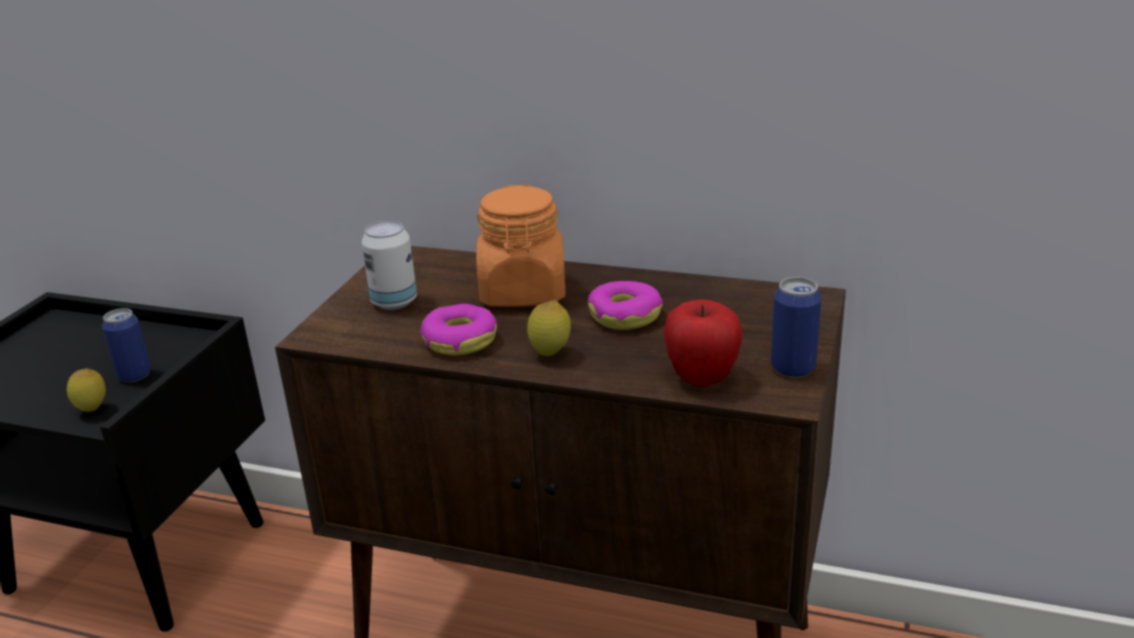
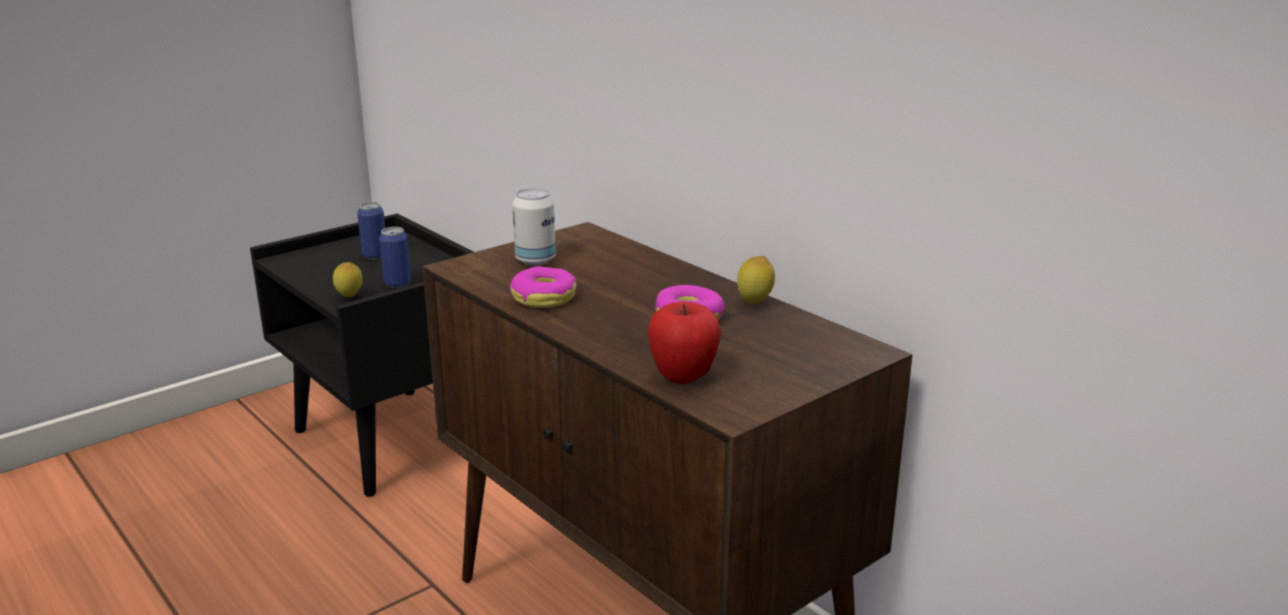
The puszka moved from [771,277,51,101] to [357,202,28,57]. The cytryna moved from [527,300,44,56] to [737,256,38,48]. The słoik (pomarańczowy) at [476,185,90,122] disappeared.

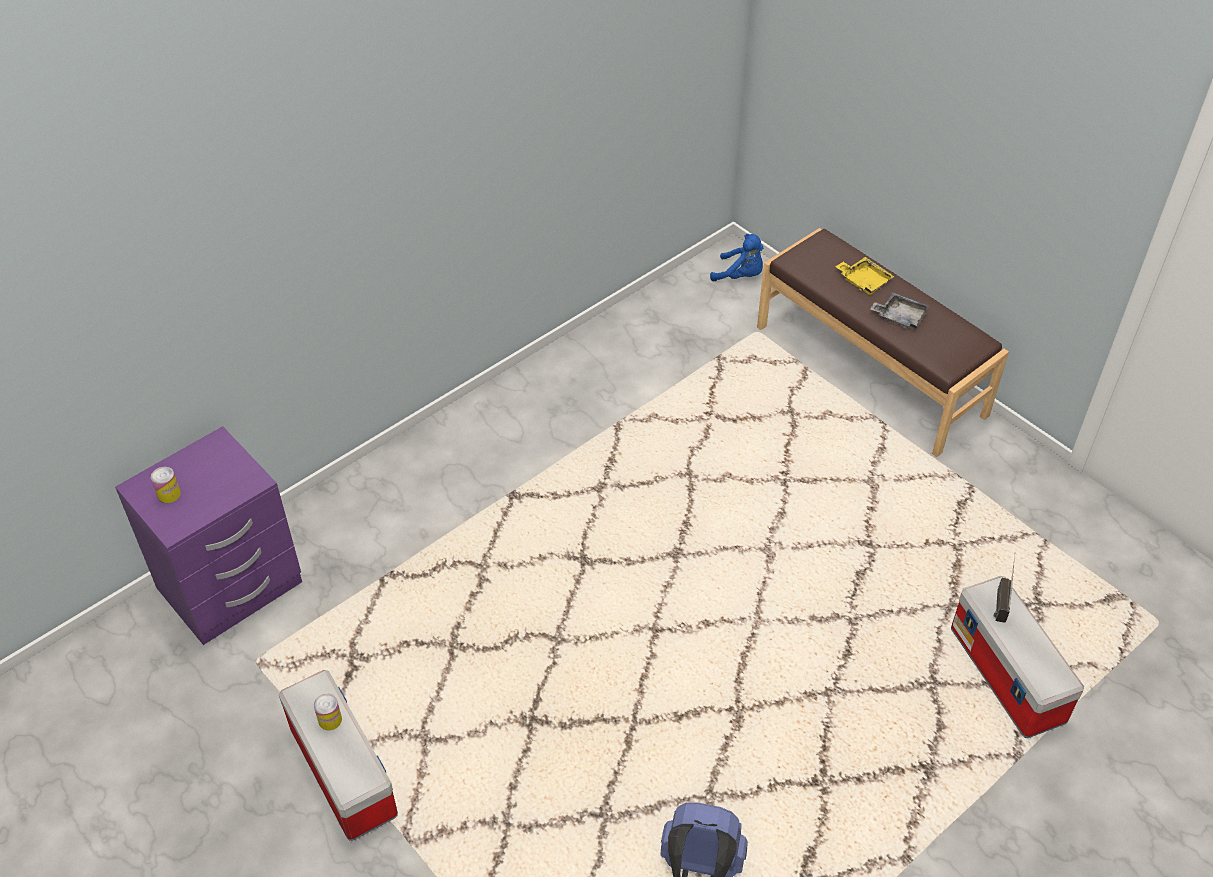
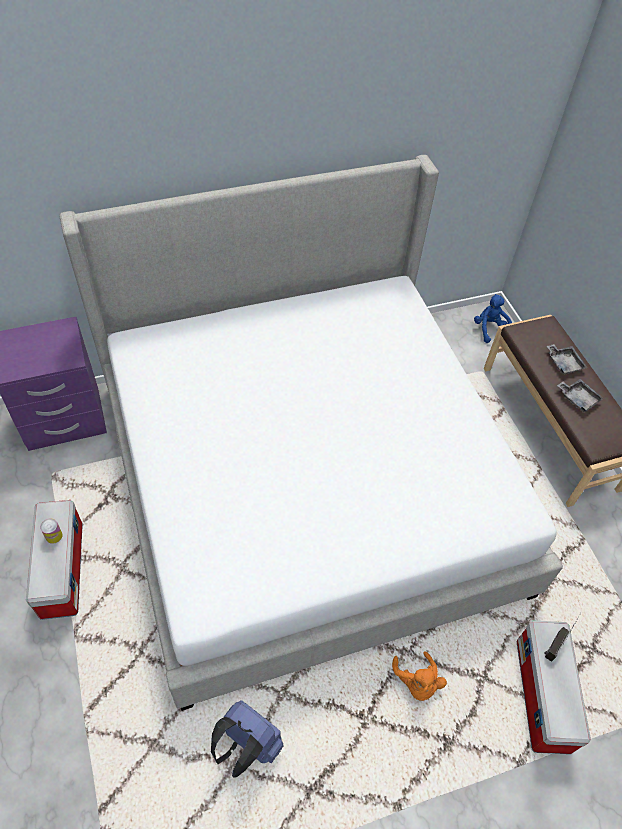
The łóżko at [59,155,504,556] appeared. The pluszak (pomarańczowy) at [392,651,55,50] appeared. The pluszak (niebieski) at [710,234,54,47] turned 150 degrees counterclockwise. The taca (żółty) at [835,257,59,38] became the taca (szary) at [547,344,40,31]. The puszka at [151,467,30,36] disappeared.

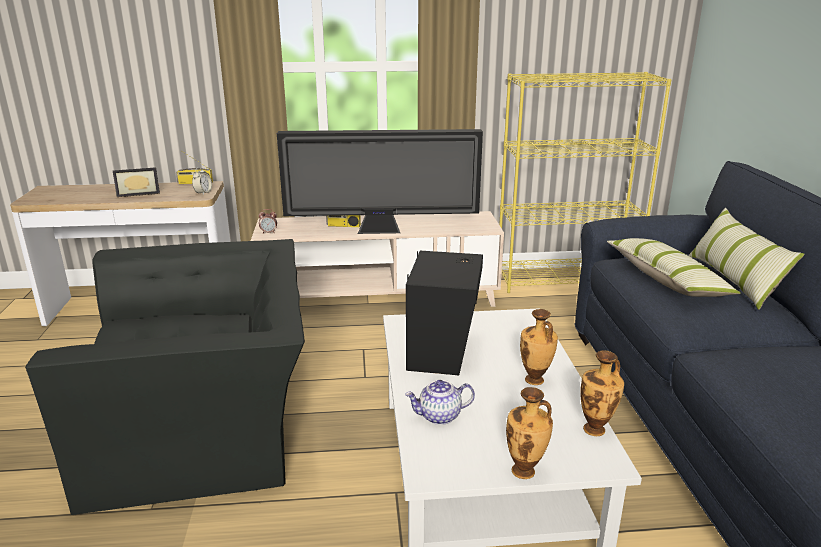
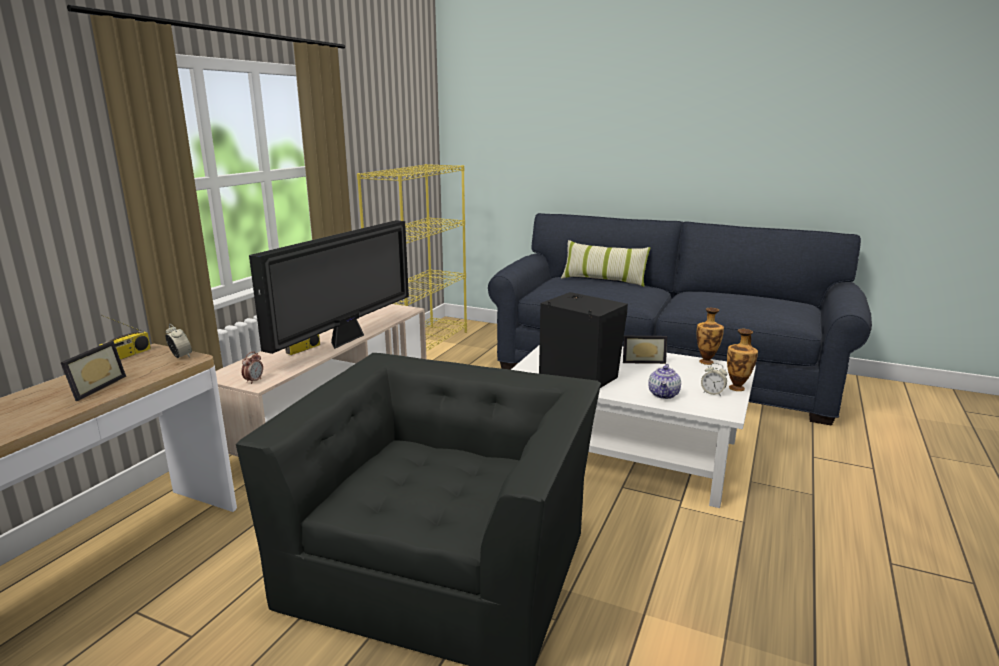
The wazon at [520,309,38,76] was replaced by the ramka na zdjęcie at [623,336,44,28]. The budzik at [701,363,26,33] appeared. The poduszka at [607,238,134,59] disappeared.

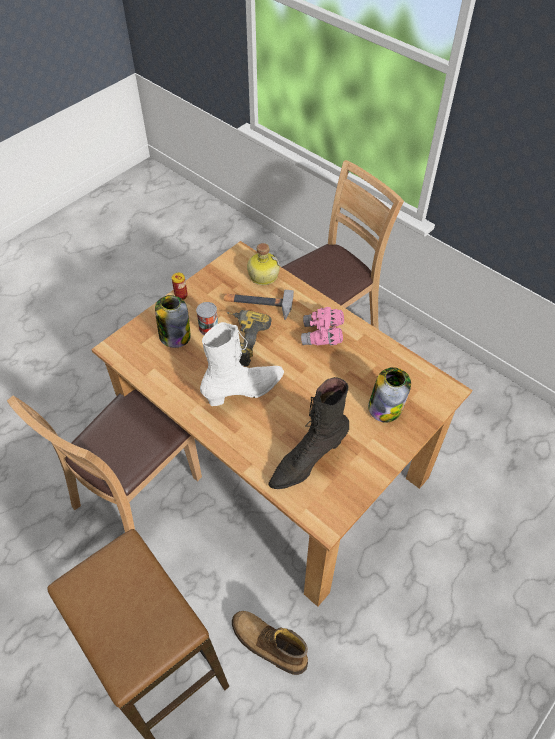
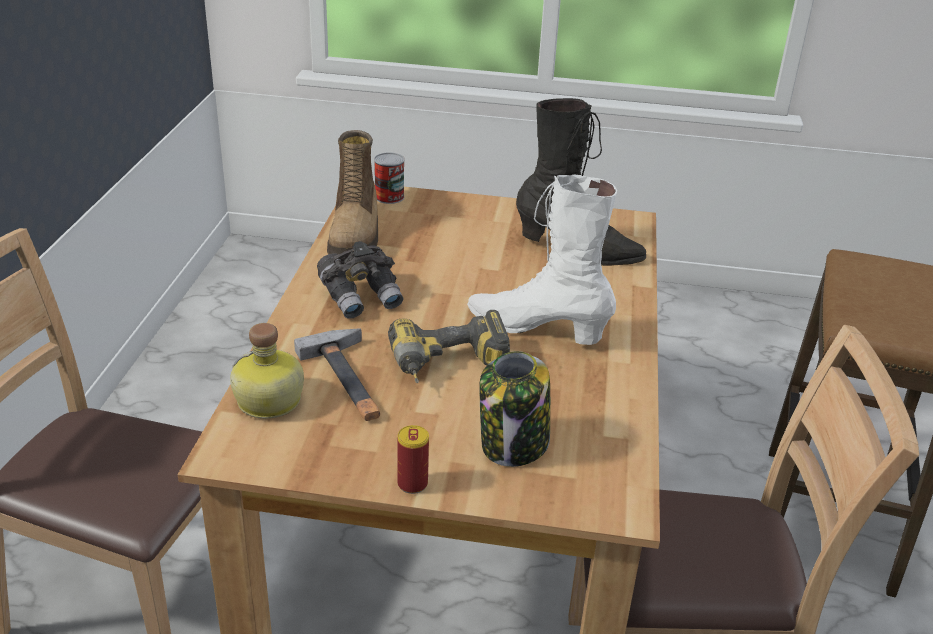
The lornetka (różowy) at [301,307,43,38] became the lornetka (szary) at [317,241,86,78]. The but z cholewką moved from [232,611,76,64] to [327,130,51,124]. The puszka moved from [196,302,22,33] to [374,152,31,52]. The słoik at [368,367,43,55] disappeared.

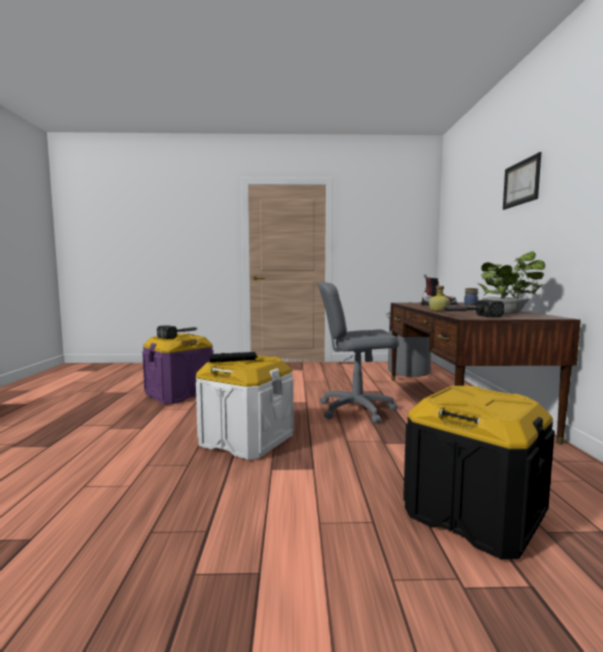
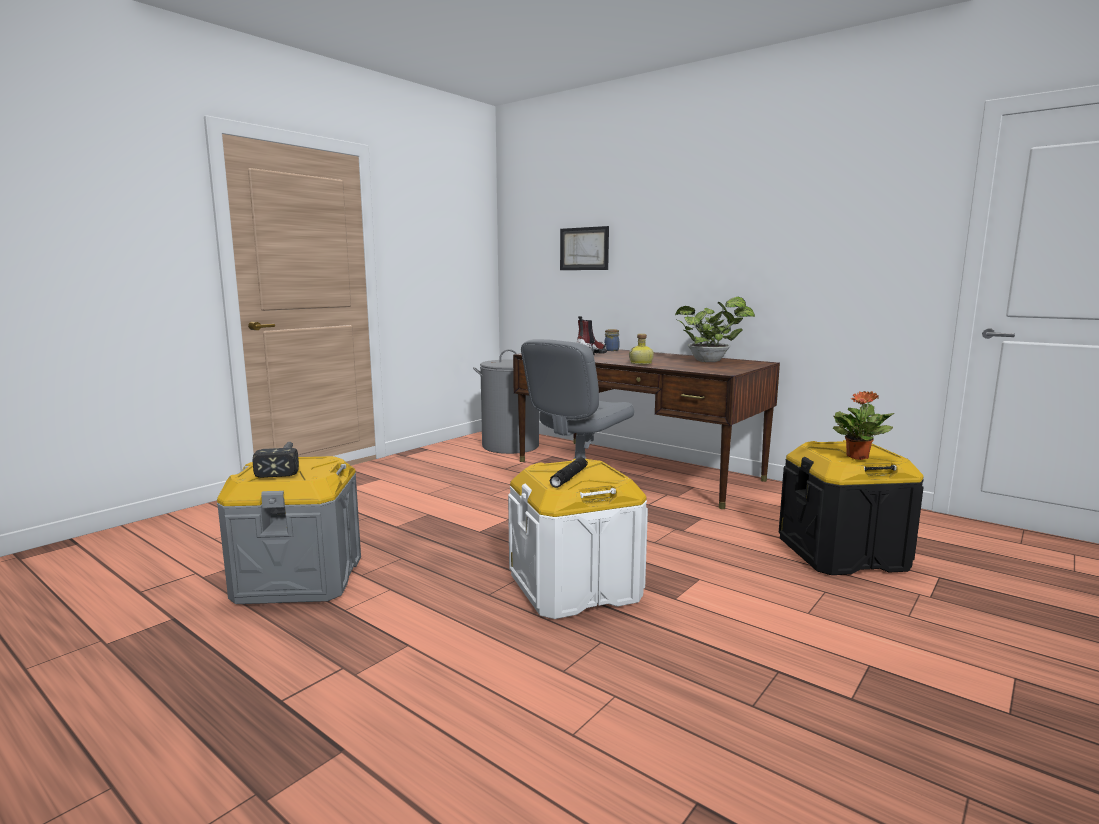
The pojemnik do przechowywania (fioletowy) at [142,334,72,70] became the pojemnik do przechowywania (szary) at [217,456,144,148]. The obraz moved from [503,152,38,58] to [560,226,49,44]. The roślina doniczkowa at [833,391,61,69] appeared. The młotek at [441,300,63,17] disappeared.

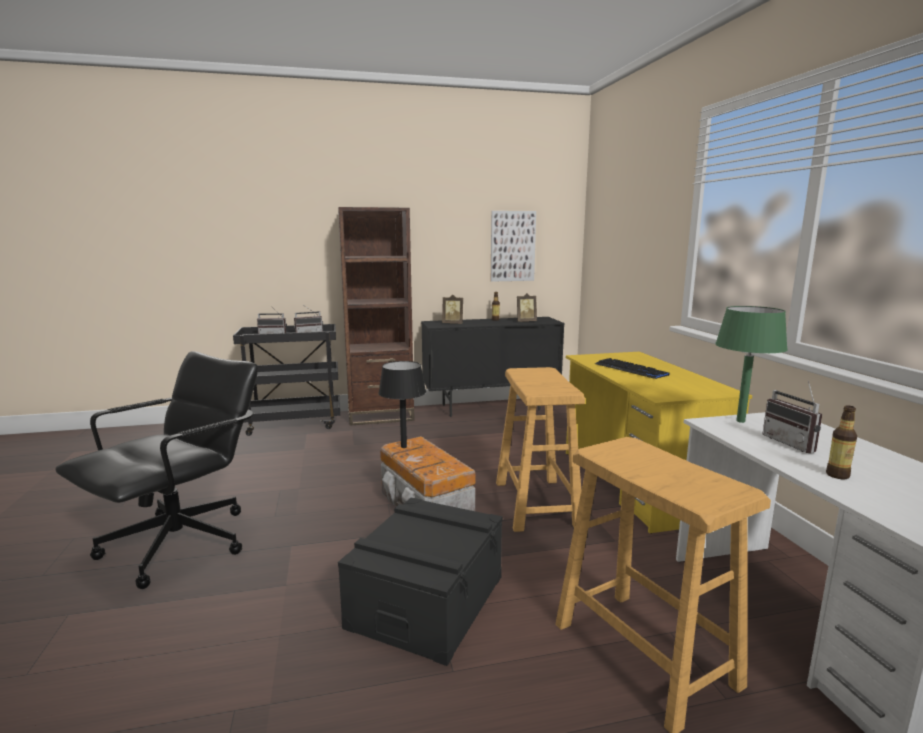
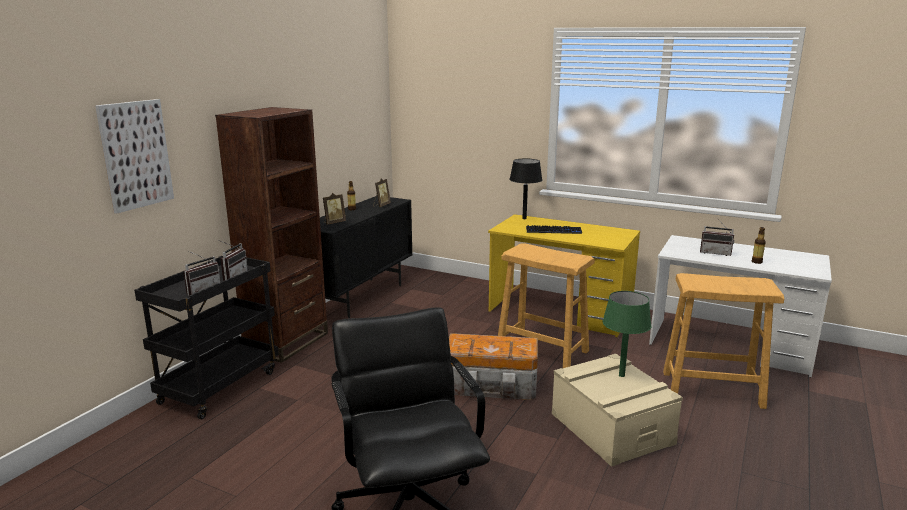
The obraz moved from [491,211,45,71] to [95,99,79,115]. The lampa stołowa (czarny) moved from [378,361,48,87] to [510,159,32,60]. The pojemnik do przechowywania (czarny) at [338,498,165,168] became the pojemnik do przechowywania (beżowy) at [552,354,131,113]. The lampa stołowa (zielony) moved from [715,306,73,117] to [602,291,50,86].

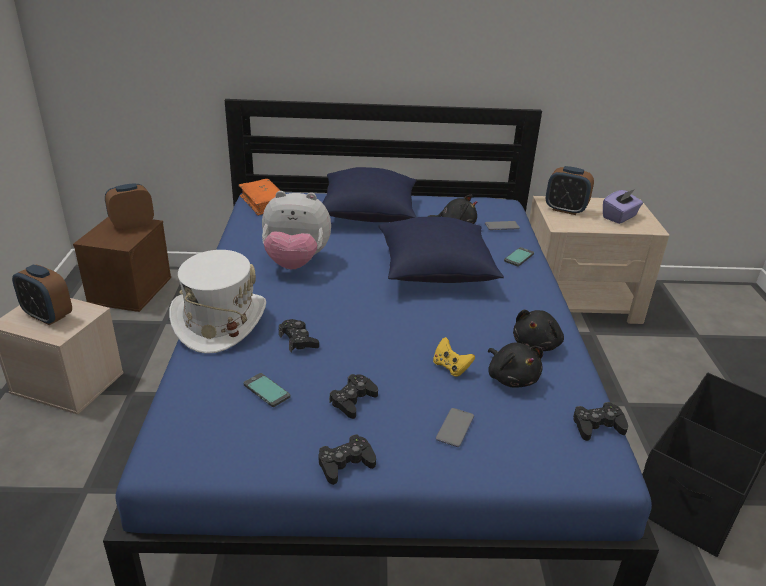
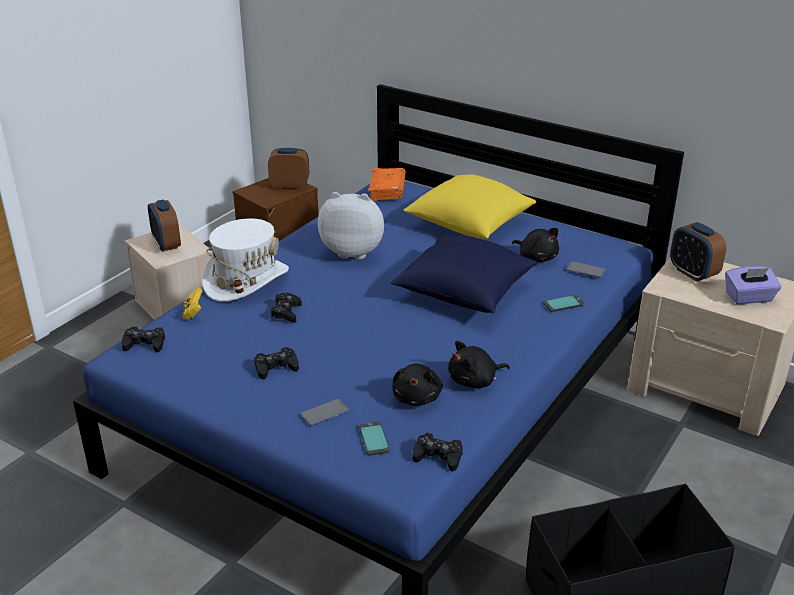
The pad do gier (czarny) moved from [318,434,58,51] to [121,326,44,27]. The pad do gier (żółty) moved from [433,337,42,40] to [181,288,21,32]. The pluszak at [262,191,69,78] turned 150 degrees clockwise. The telefon moved from [244,373,46,34] to [359,421,31,35]. The poduszka (niebieski) at [323,167,93,55] became the poduszka (żółty) at [403,175,133,64].

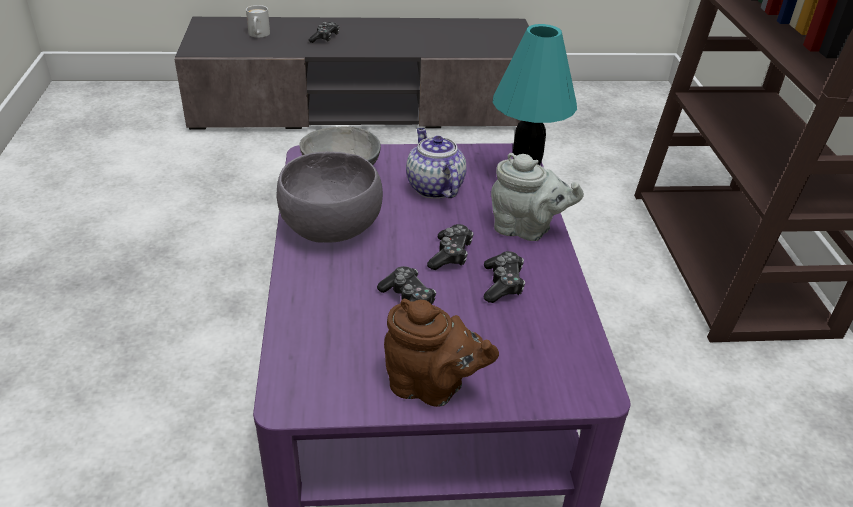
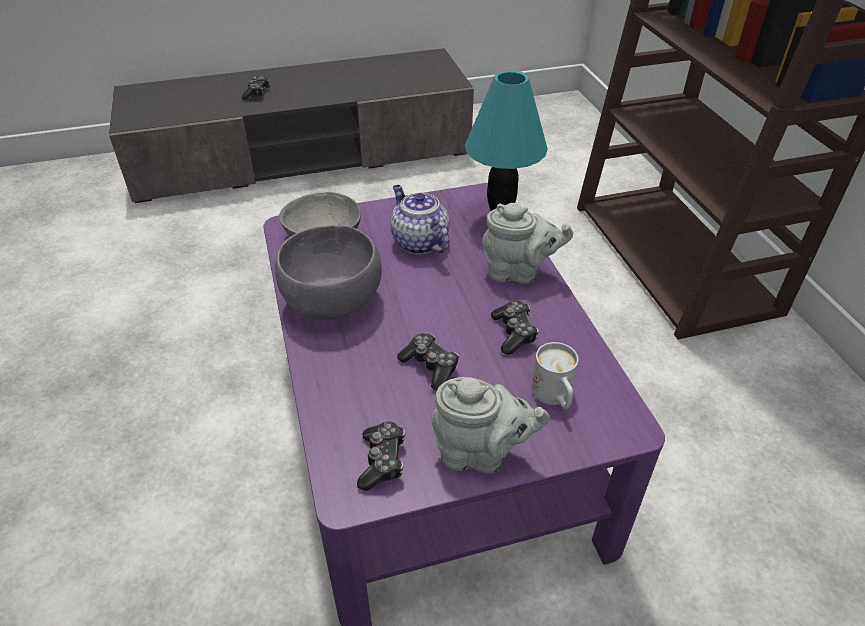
The pad do gier moved from [427,224,46,46] to [357,421,48,70]. The imbryk (brązowy) at [384,299,115,108] became the imbryk (szary) at [432,377,118,96]. The kubek (biały) moved from [246,5,24,33] to [531,342,48,67].

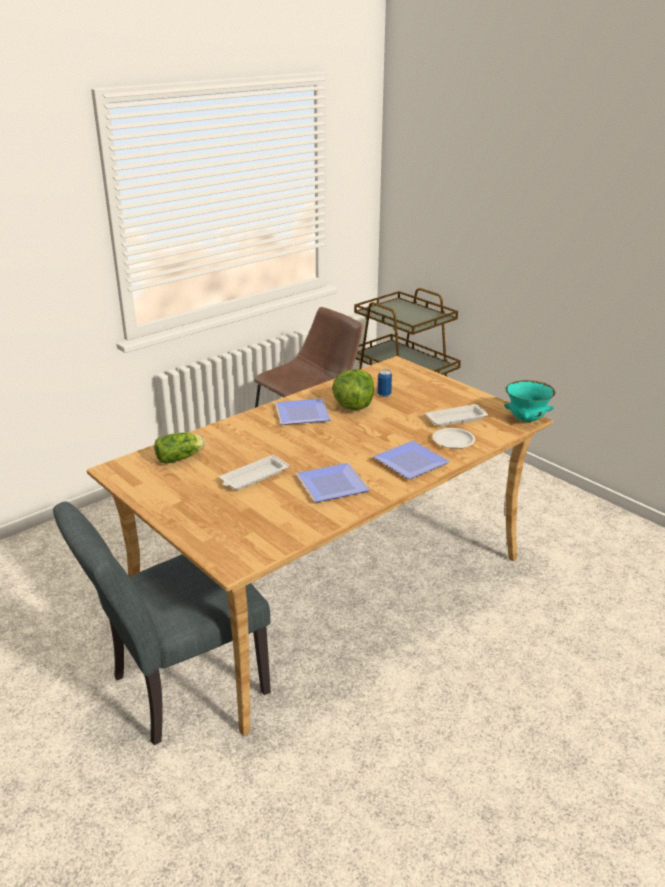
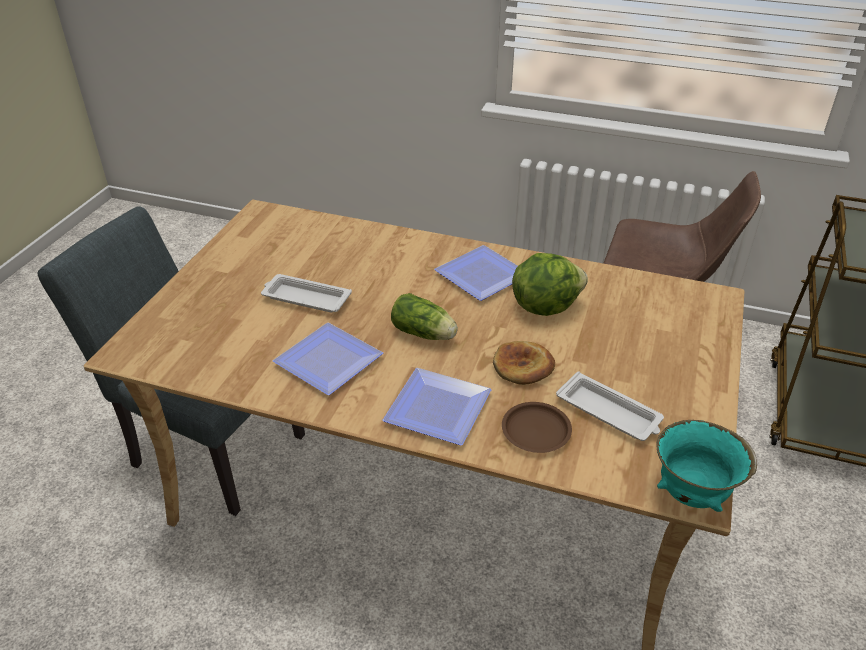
The sałata moved from [154,432,51,32] to [391,293,67,47]. The chleb at [493,341,62,44] appeared. The talerz (biały) at [433,428,42,21] became the talerz (brązowy) at [502,402,70,51]. The puszka at [377,370,15,27] disappeared.

